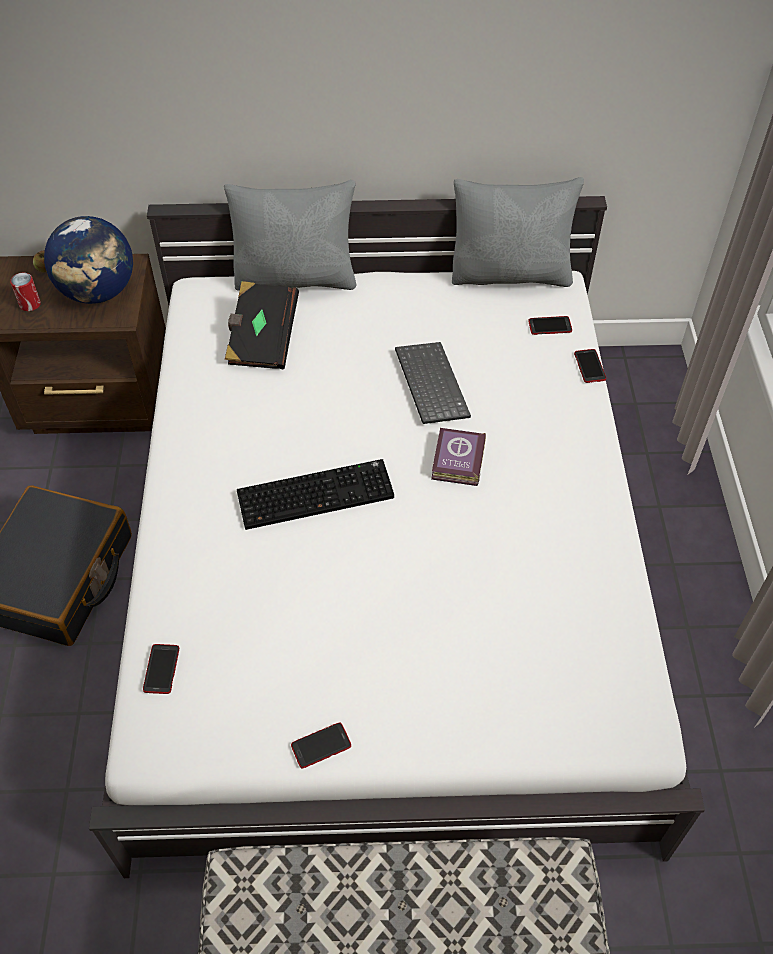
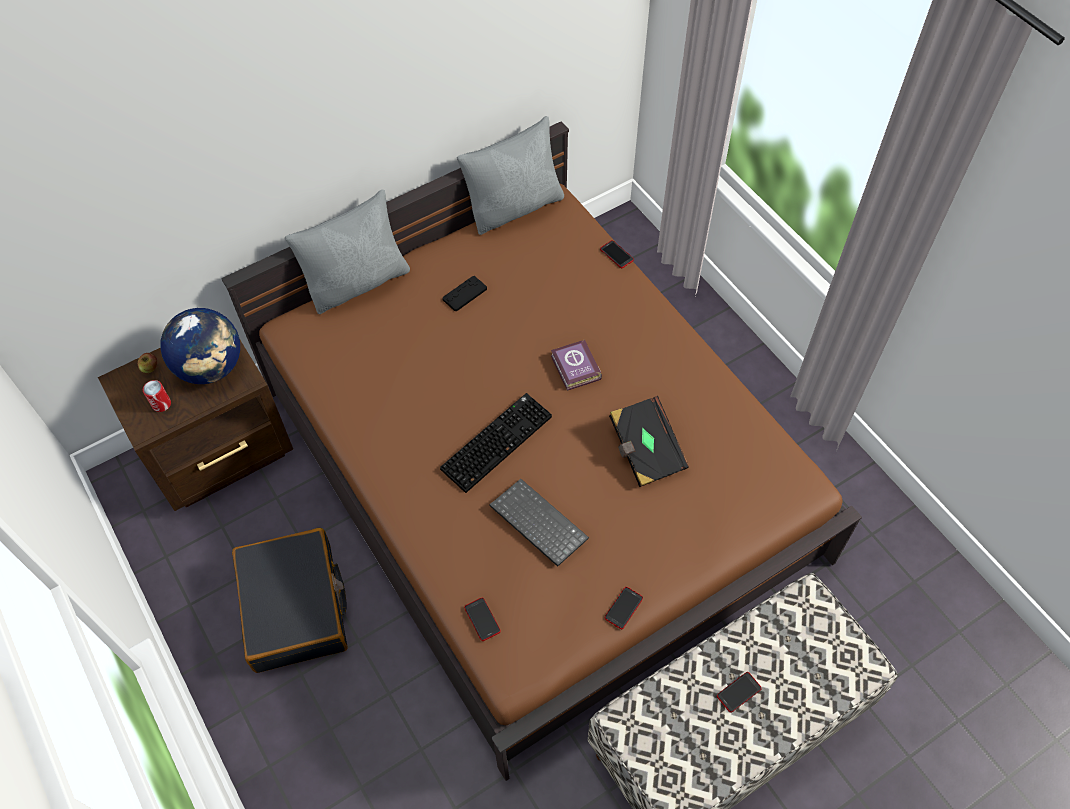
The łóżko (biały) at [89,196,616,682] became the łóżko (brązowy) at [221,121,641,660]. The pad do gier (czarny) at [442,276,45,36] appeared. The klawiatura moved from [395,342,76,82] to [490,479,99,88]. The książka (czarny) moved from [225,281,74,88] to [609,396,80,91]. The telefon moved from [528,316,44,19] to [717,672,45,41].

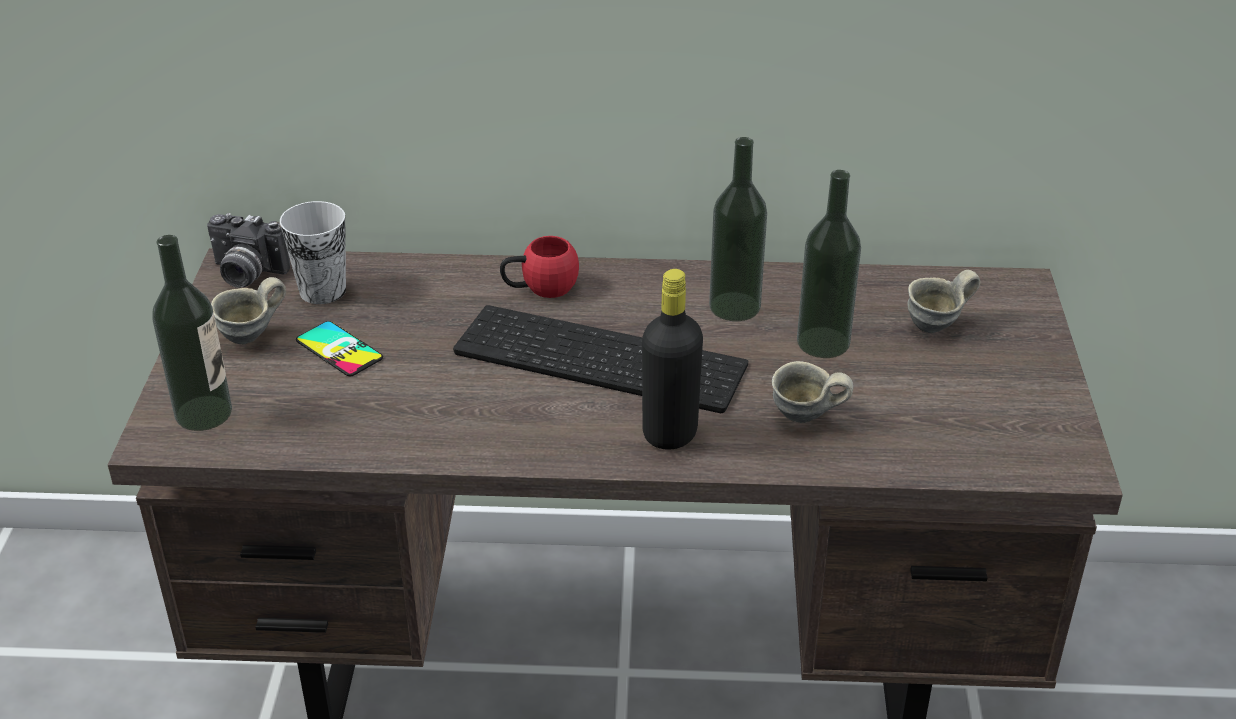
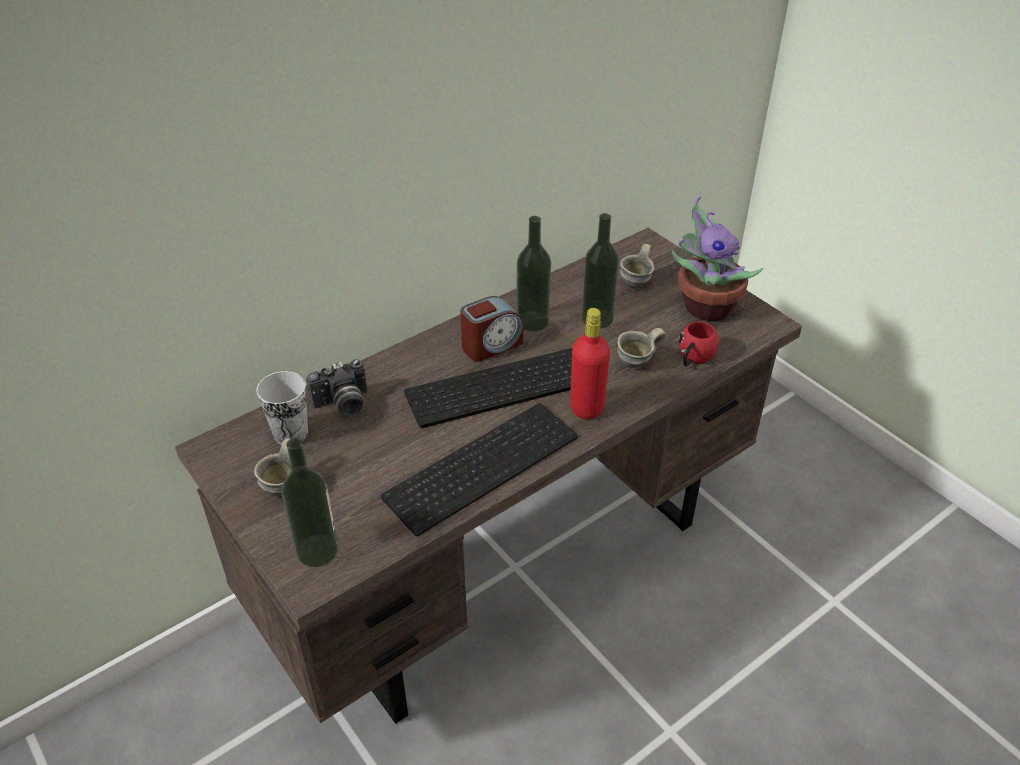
The aparat fotograficzny moved from [207,213,83,75] to [306,359,62,56]. The klawiatura at [381,403,197,133] appeared. The budzik at [460,296,63,66] appeared. The butelka (czarny) at [642,269,61,181] became the butelka (czerwony) at [570,308,40,111]. The roślina doniczkowa at [672,195,91,126] appeared. The kubek (czerwony) moved from [500,236,79,62] to [679,322,40,44]. The telefon at [296,321,87,55] disappeared.

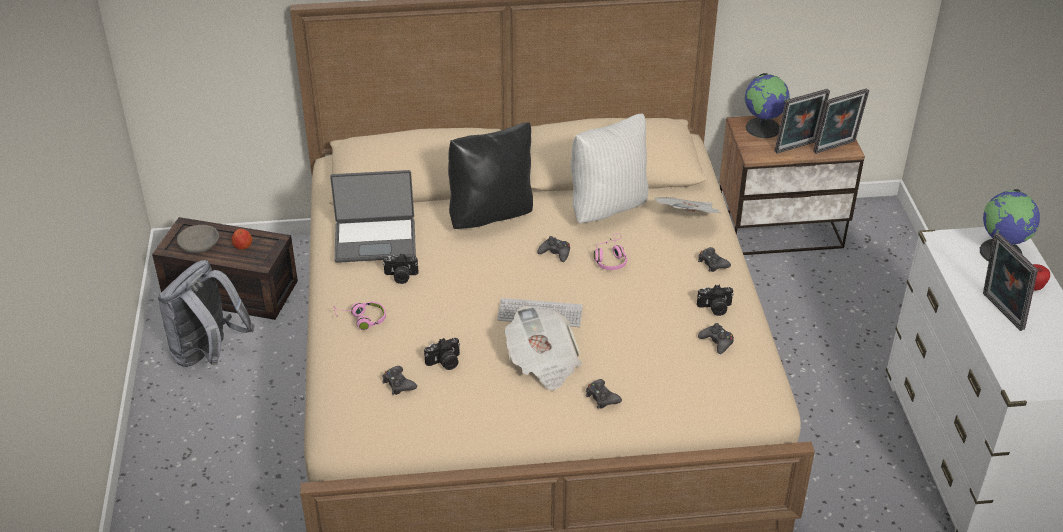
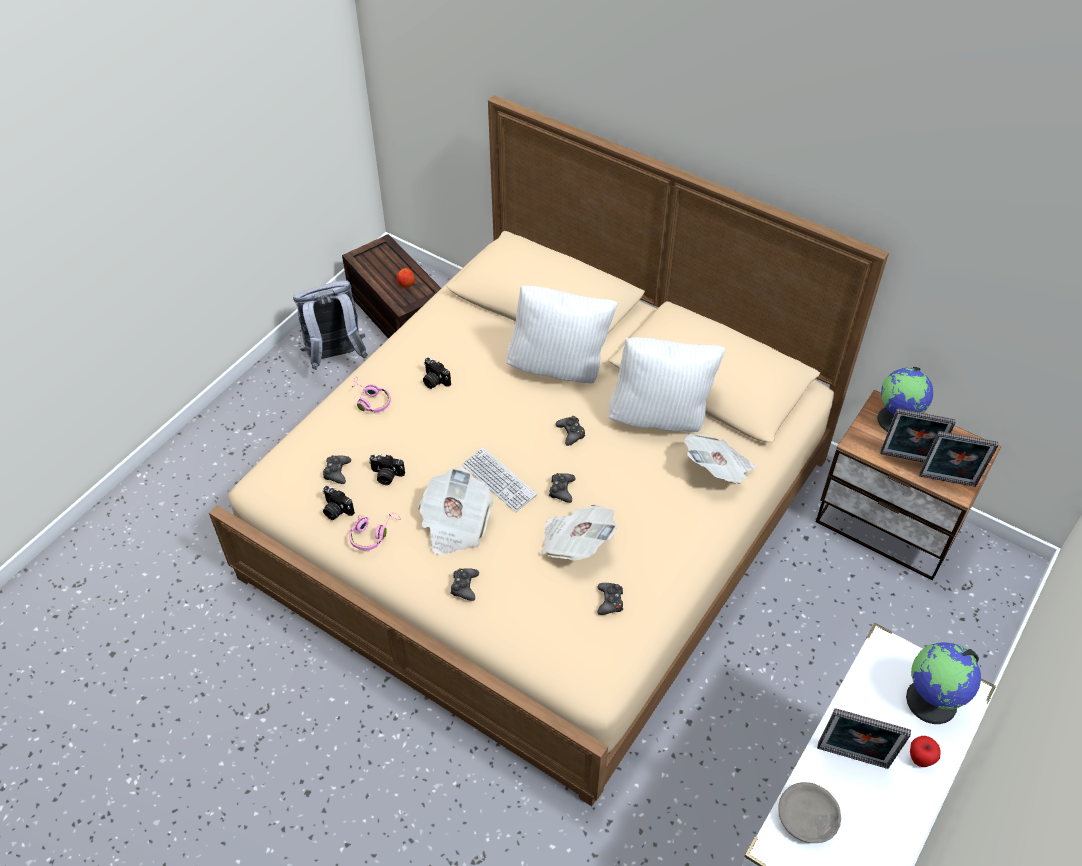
The aparat fotograficzny moved from [697,285,37,31] to [322,486,33,34]. The słuchawki (różowy) moved from [594,233,33,37] to [349,512,52,39]. The poduszka (czarny) at [448,122,85,107] became the poduszka (biały) at [506,286,112,98]. The gazeta at [541,505,75,56] appeared. The pad do gier (czarny) moved from [698,247,33,25] to [549,473,27,30]. The miska (szary) moved from [177,225,42,28] to [778,782,63,61]. The ramka na zdjęcie at [983,233,55,98] turned 90 degrees counterclockwise. The laptop at [330,170,86,93] disappeared.

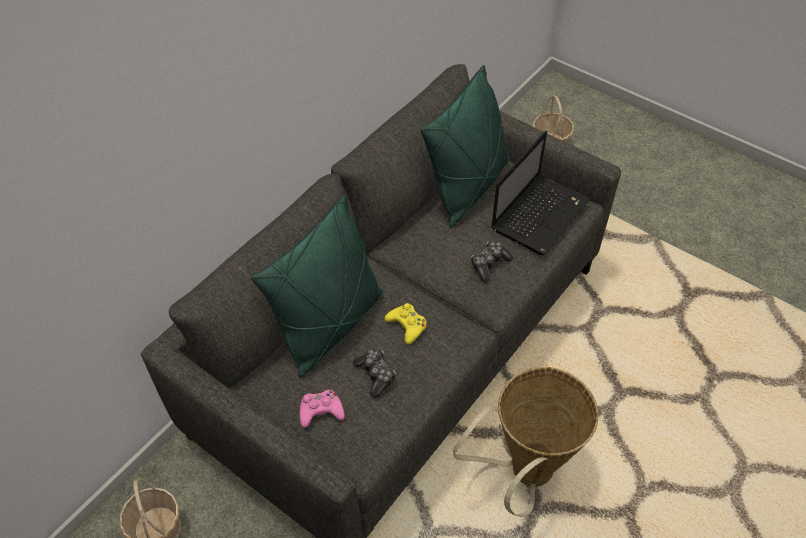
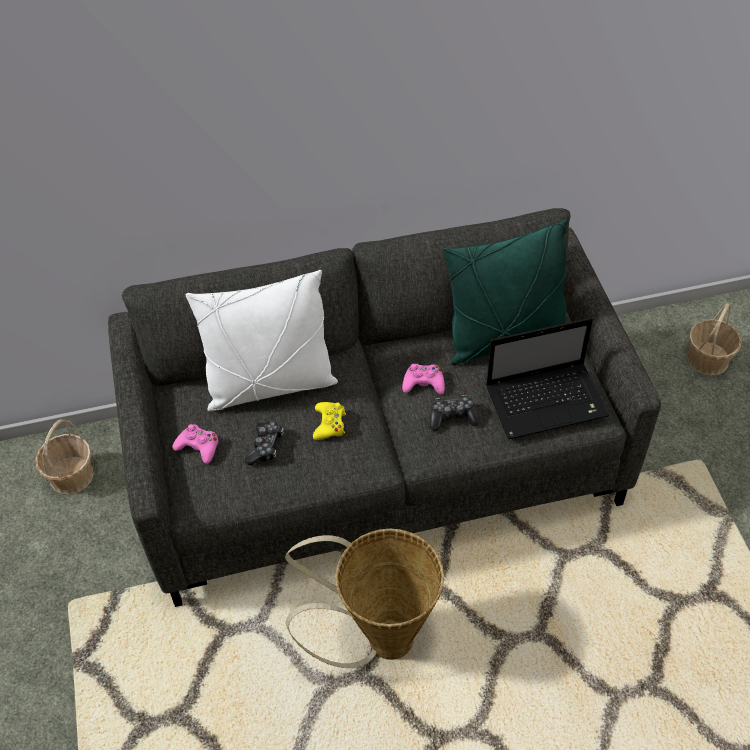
The poduszka (zielony) at [251,195,132,183] became the poduszka (biały) at [186,270,152,141]. The pad do gier (różowy) at [402,364,43,30] appeared.

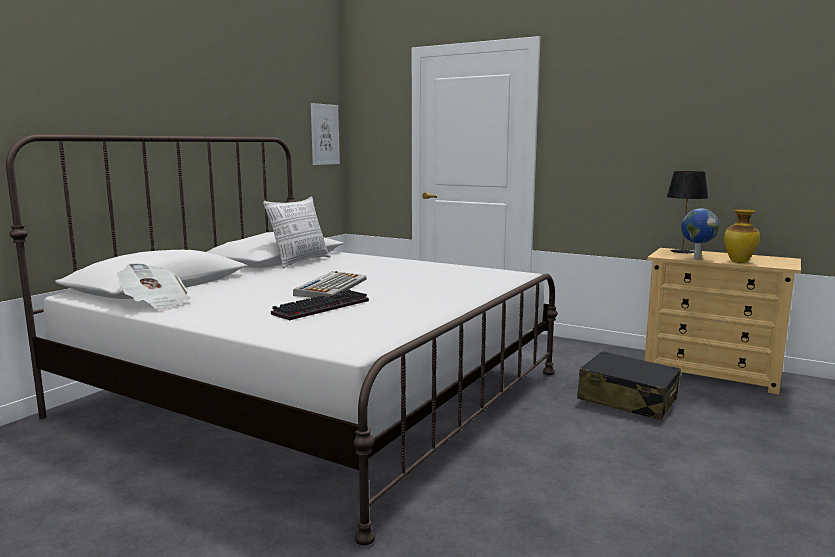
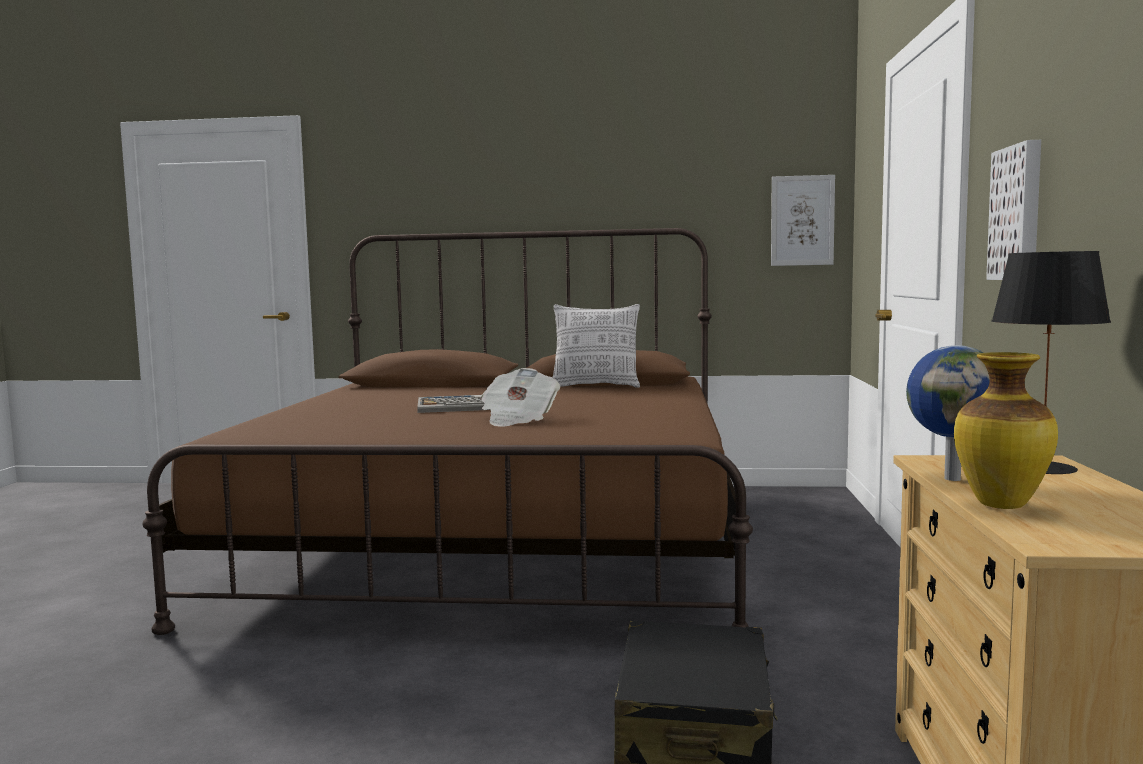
The łóżko (biały) at [6,134,552,411] became the łóżko (brązowy) at [142,228,611,407]. The gazeta moved from [117,263,73,48] to [481,368,79,59]. The obraz at [986,140,55,140] appeared. The klawiatura at [271,290,98,30] disappeared.

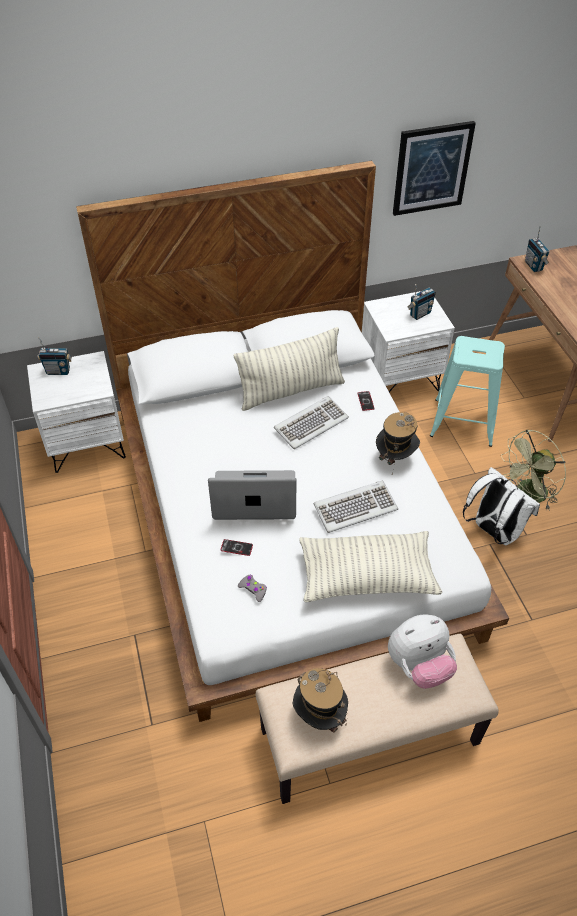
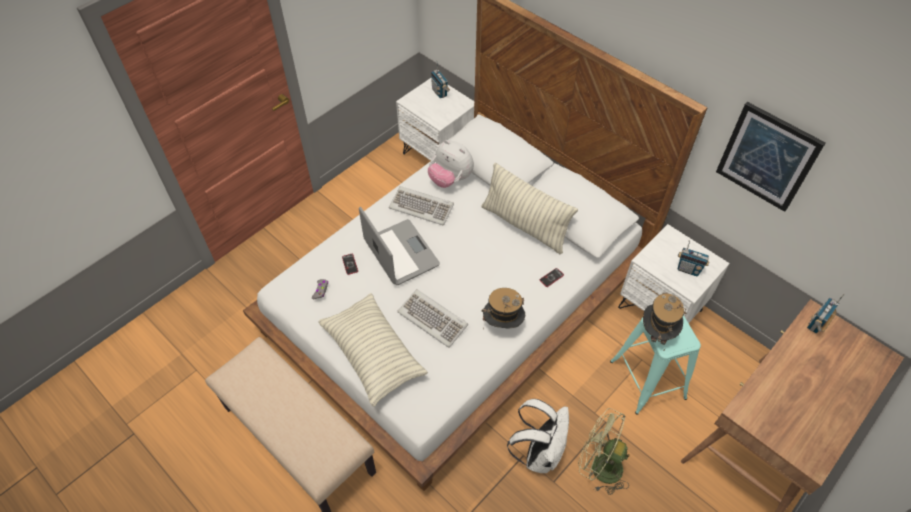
The klawiatura moved from [274,396,75,53] to [389,186,65,39]. The pluszak moved from [388,615,69,74] to [428,140,46,48]. The kapelusz moved from [293,668,55,65] to [643,293,43,57].

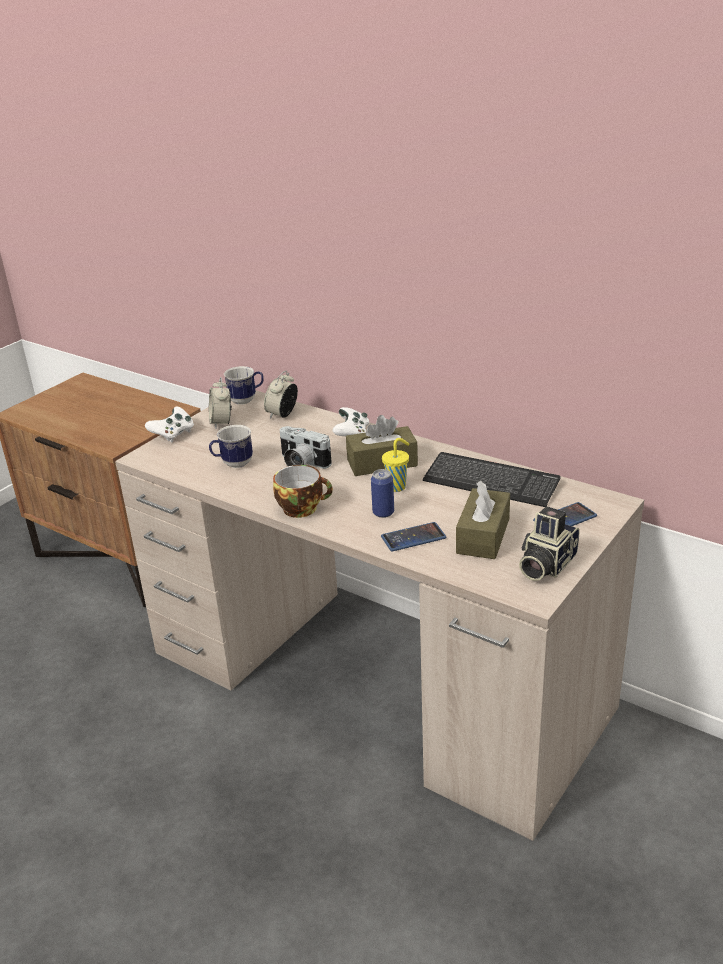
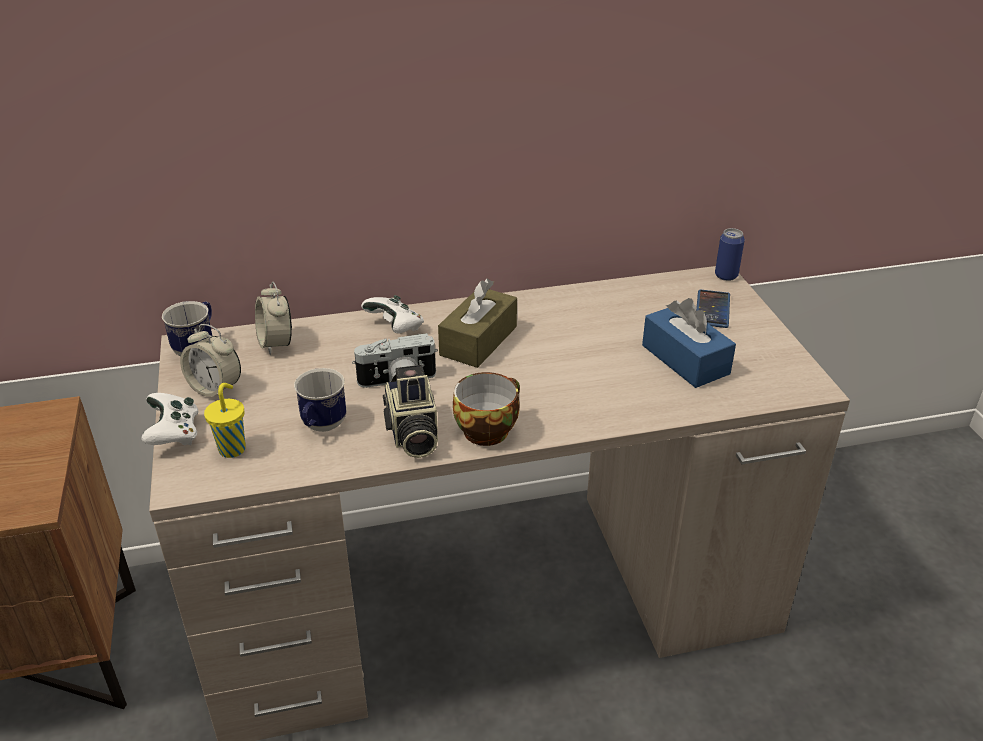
The filiżanka (żółty) moved from [382,438,27,54] to [204,383,42,75]. The aparat fotograficzny moved from [519,506,61,75] to [383,365,55,93]. The pudełko chusteczek (brązowy) at [456,481,54,78] became the pudełko chusteczek (niebieski) at [642,298,94,90]. The puszka moved from [371,469,23,49] to [715,228,30,53]. The telefon at [381,522,65,30] disappeared. The klawiatura at [423,452,137,55] disappeared.

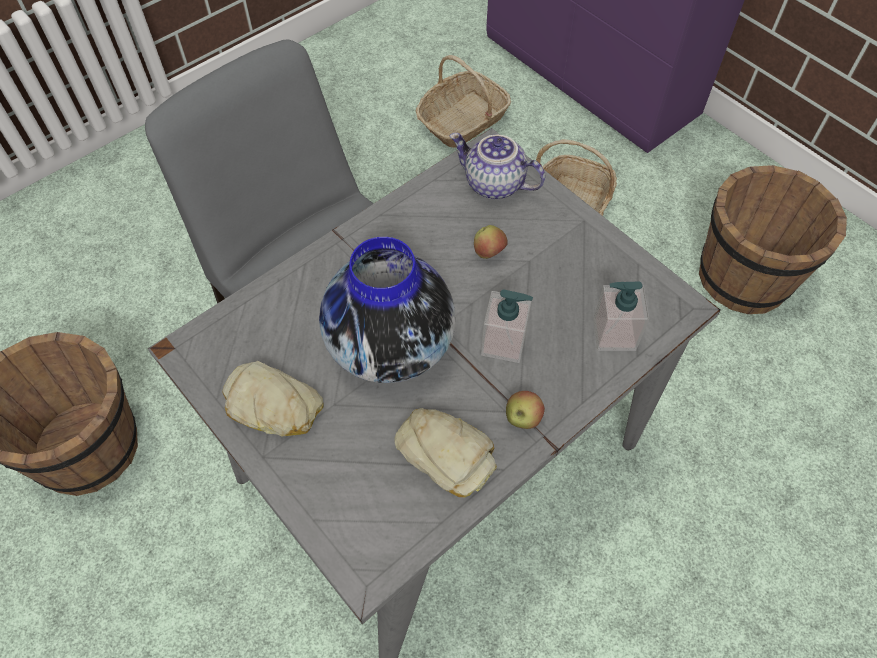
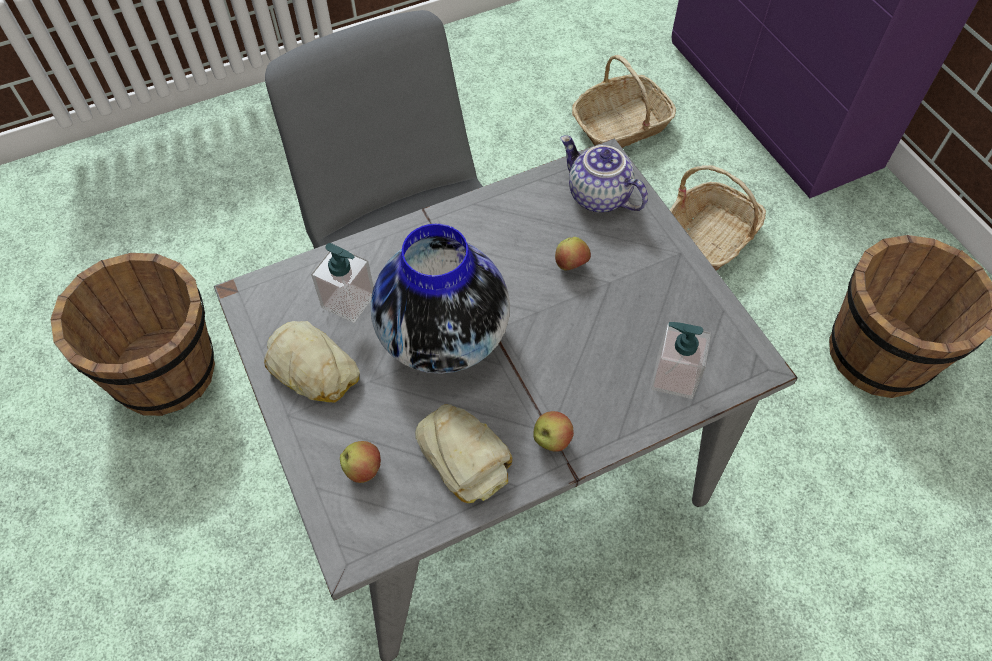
The dozownik mydła moved from [481,289,52,74] to [311,243,63,80]. The jabłko at [340,441,41,42] appeared.

